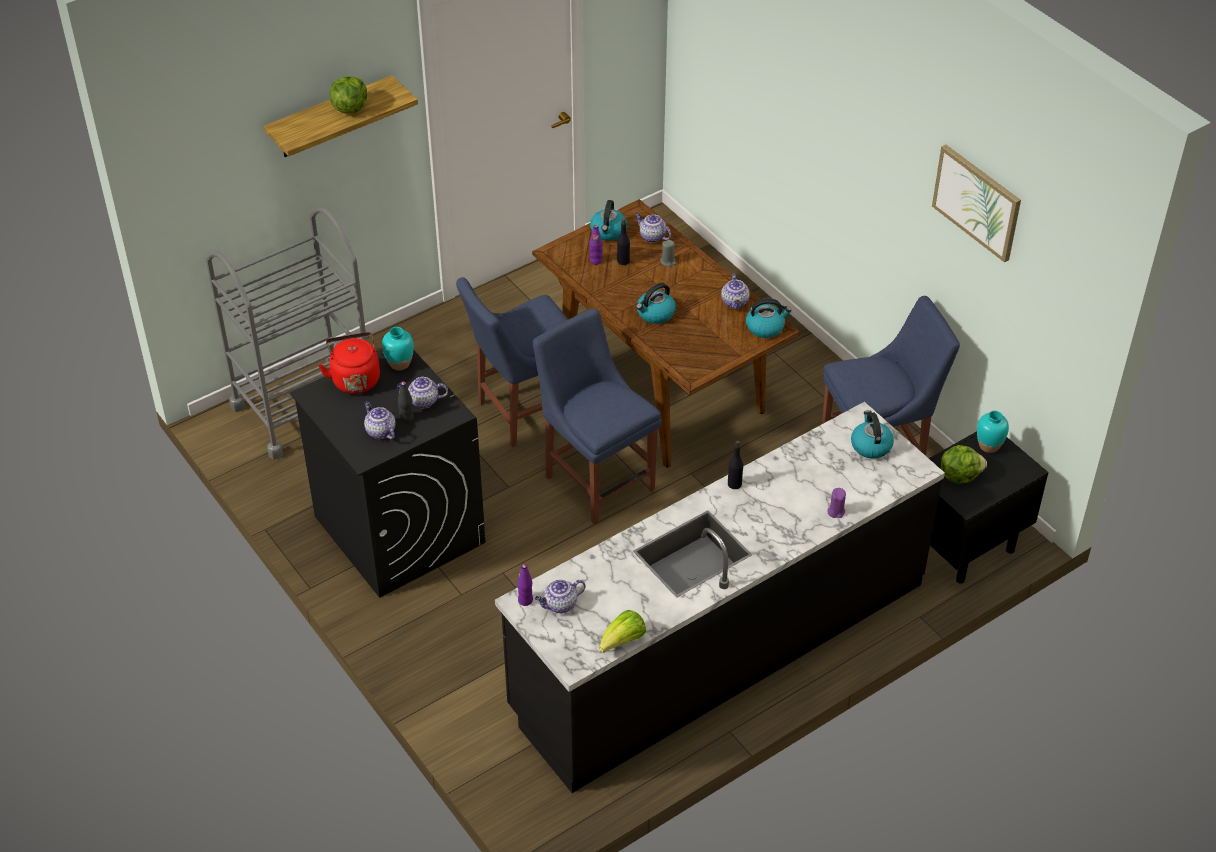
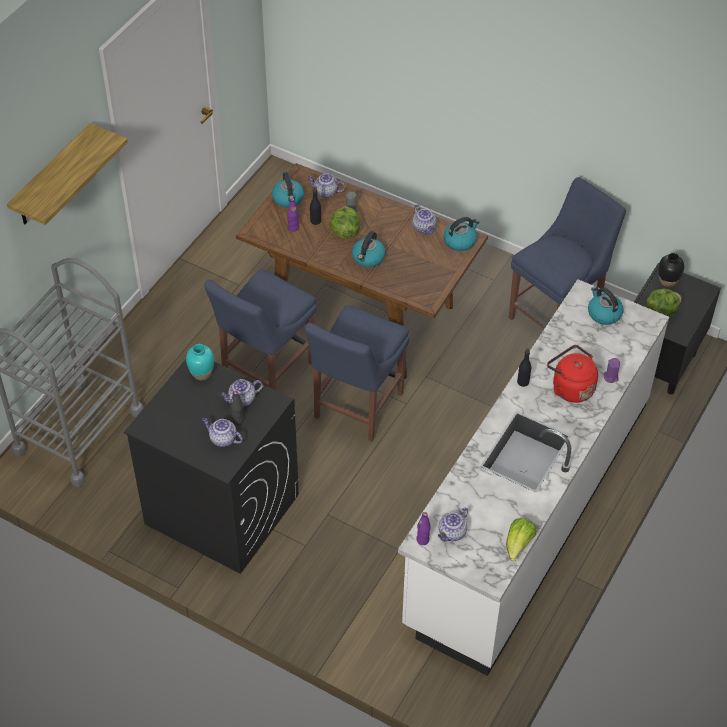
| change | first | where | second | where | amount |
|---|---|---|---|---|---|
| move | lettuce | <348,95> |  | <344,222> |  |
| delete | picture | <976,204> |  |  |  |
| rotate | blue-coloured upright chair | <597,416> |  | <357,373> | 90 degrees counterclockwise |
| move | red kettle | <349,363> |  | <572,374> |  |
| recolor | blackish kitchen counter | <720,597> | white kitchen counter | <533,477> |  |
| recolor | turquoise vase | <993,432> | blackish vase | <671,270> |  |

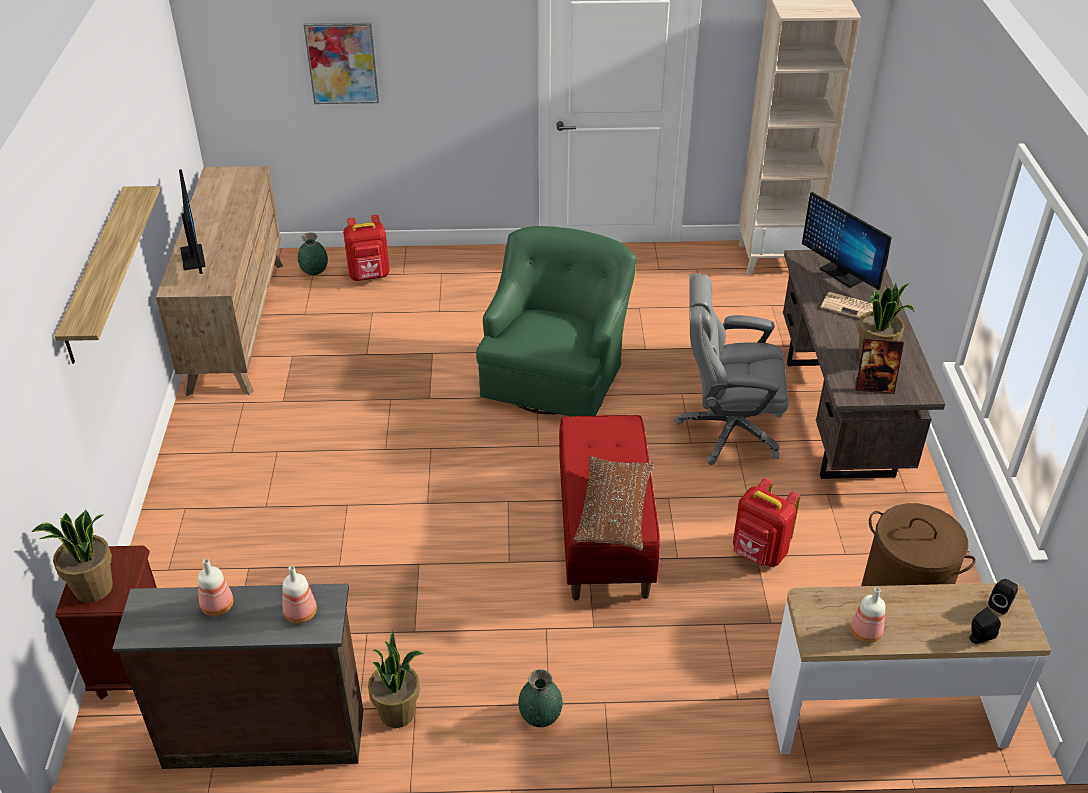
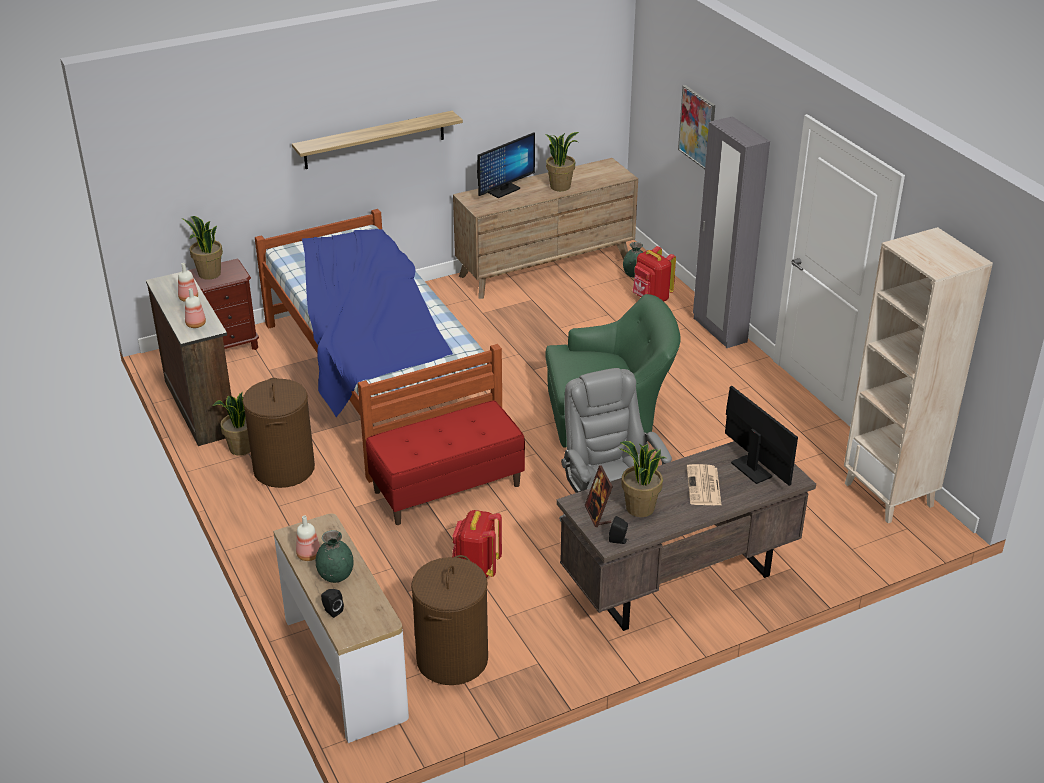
| change | first | where | second | where | amount |
|---|---|---|---|---|---|
| rotate | computer screen | <847,241> |  | <761,436> | 120 degrees clockwise |
| delete | brown-coloured pillow | <614,503> |  |  |  |
| move | blackish audio speaker | <1003,597> |  | <618,530> |  |
| move | greenish vase | <540,698> |  | <335,556> |  |
| insert |  |  | gray clothes cupboard | <731,232> |  |
| insert |  |  | plant in a pot | <562,161> |  |
| insert |  |  | sleeping bed | <378,346> |  |
| insert |  |  | brown-coloured hamper | <278,433> |  |

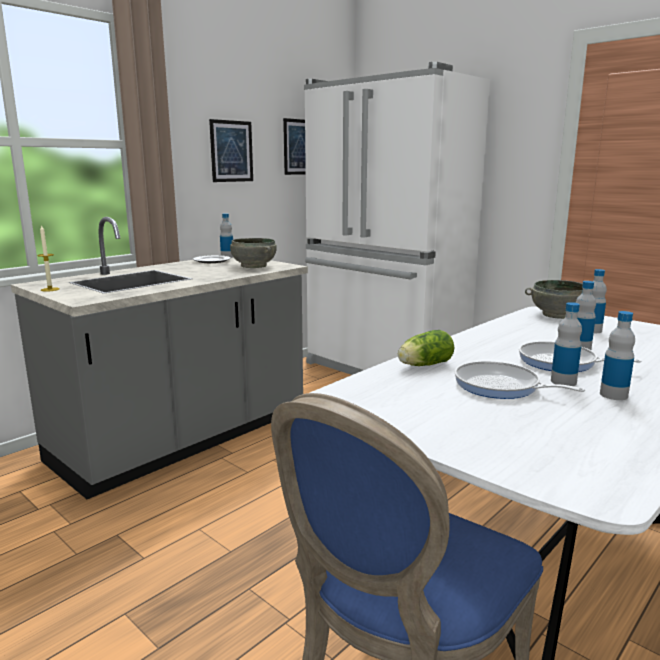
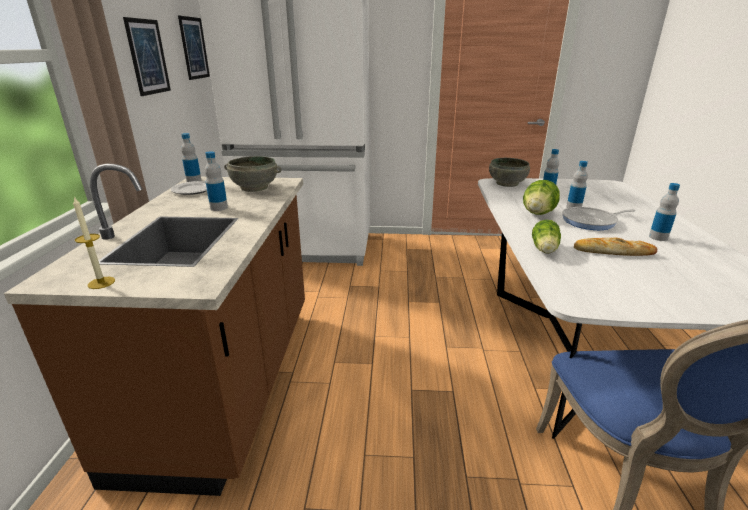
| change | first | where | second | where | amount |
|---|---|---|---|---|---|
| recolor | gray kitchen counter | <159,358> | brown-coloured kitchen counter | <154,330> |  |
| move | beverage bottle | <566,344> |  | <216,181> |  |
| replace | frying pan | <520,380> | bakery bread | <615,247> |  |
| insert |  |  | lettuce | <541,197> |  |

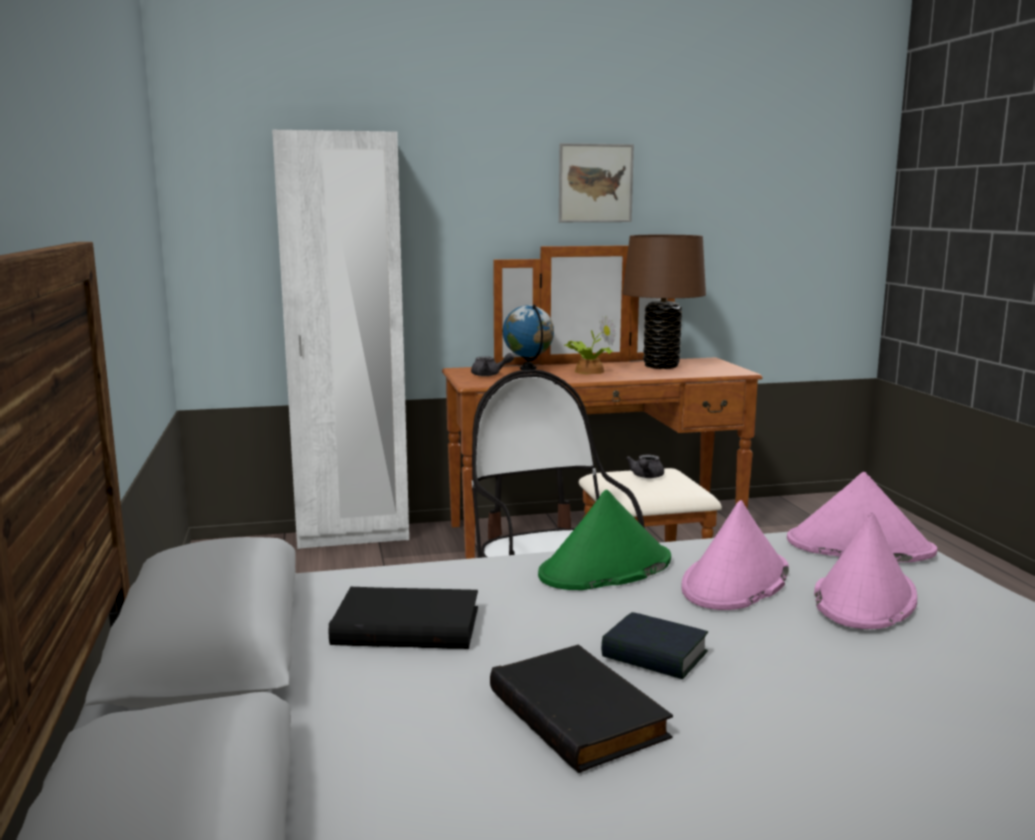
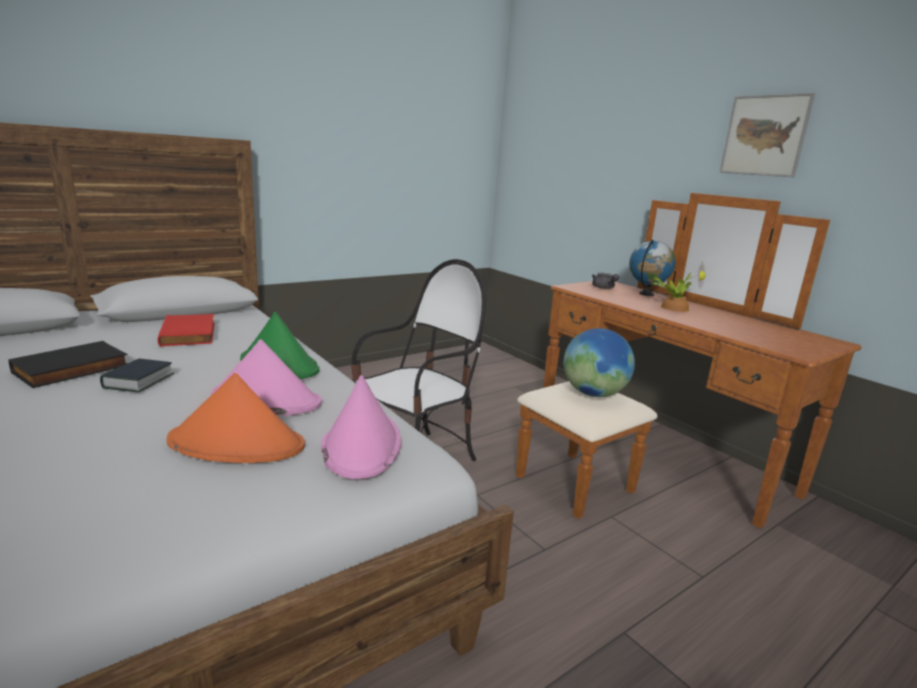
| change | first | where | second | where | amount |
|---|---|---|---|---|---|
| delete | white clothes cupboard | <340,339> |  |  |  |
| delete | brown-coloured lamp for a table | <664,302> |  |  |  |
| replace | gray tea pot | <645,466> | globe | <599,362> |  |
| recolor | pinkish wearable hat | <865,570> | orange-coloured wearable hat | <236,418> |  |
| recolor | blackish book | <403,618> | red book | <186,330> |  |

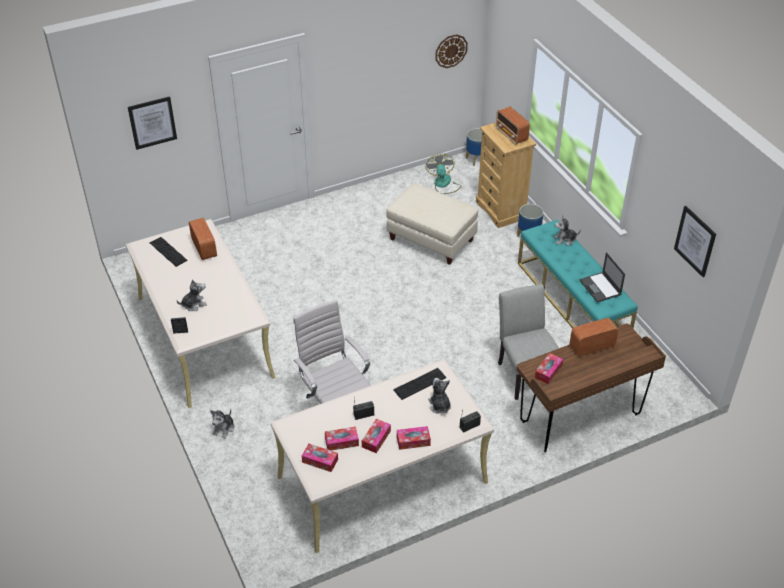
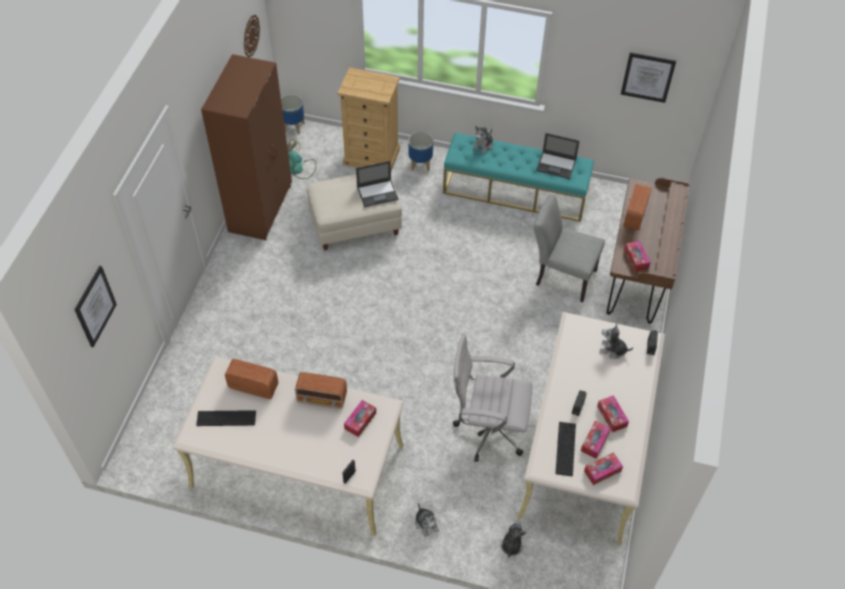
| change | first | where | second | where | amount |
|---|---|---|---|---|---|
| move | radio receiver | <513,125> |  | <321,390> |  |
| move | cuddly toy | <192,295> |  | <513,539> |  |
| move | keyboard | <419,384> |  | <565,449> |  |
| move | tissue box | <414,438> |  | <360,418> |  |
| insert |  |  | brown-coloured clothes cupboard | <246,147> |  |
| insert |  |  | notebook computer | <377,184> |  |

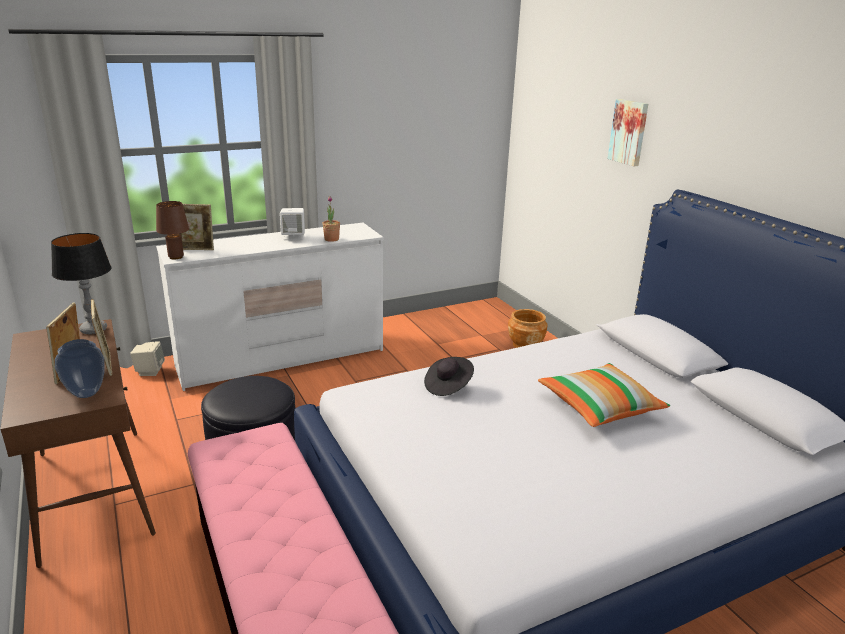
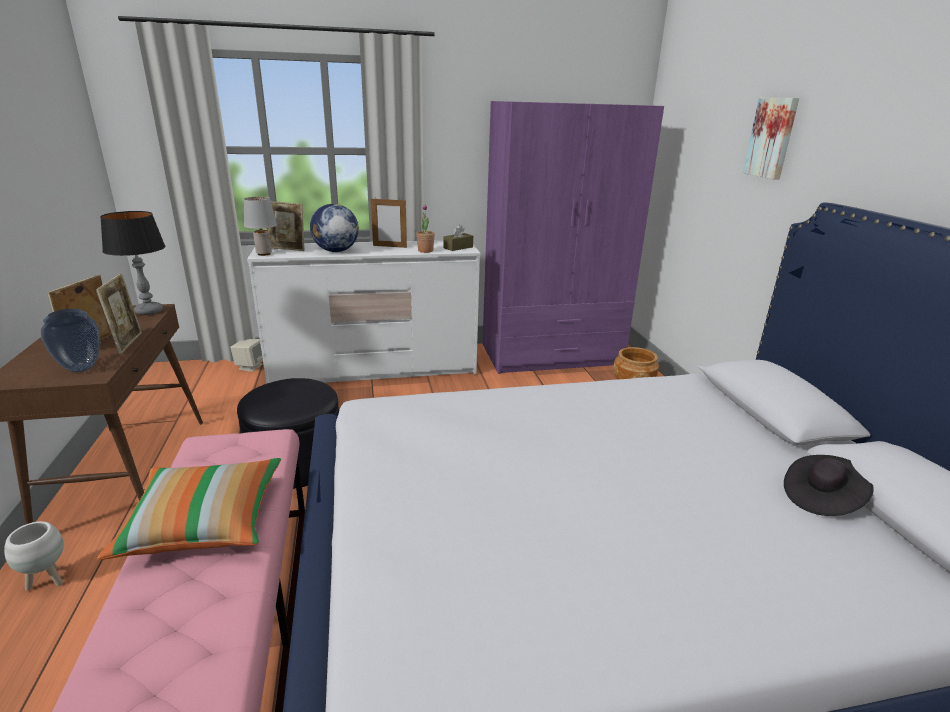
| change | first | where | second | where | amount |
|---|---|---|---|---|---|
| recolor | brown-coloured lamp for a table | <172,230> | gray lamp for a table | <260,226> |  |
| replace | white audio speaker | <292,224> | picture frame | <389,222> |  |
| move | blackish wearable hat | <449,376> |  | <829,485> |  |
| move | pillow | <604,395> |  | <189,509> |  |
| insert |  |  | purplish clothes cupboard | <573,237> |  |
| insert |  |  | globe | <334,228> |  |
| insert |  |  | brown-coloured tissue box | <458,237> |  |
| insert |  |  | white planter | <34,556> |  |

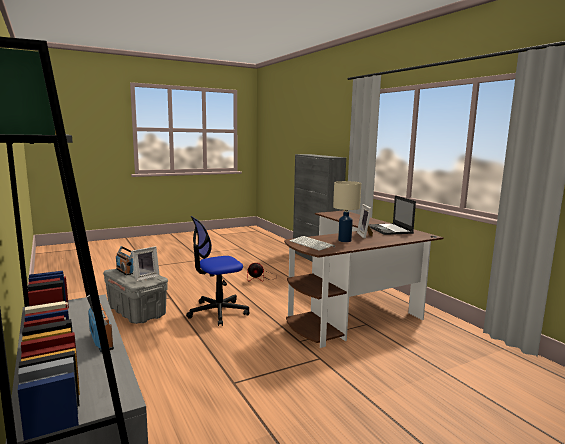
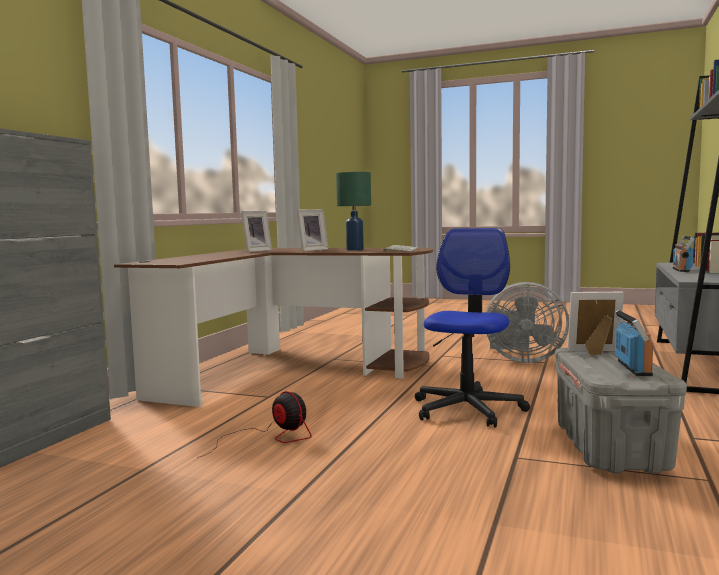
| change | first | where | second | where | amount |
|---|---|---|---|---|---|
| recolor | sand-coloured lamp for a table | <347,211> | greenish lamp for a table | <353,211> |  |
| replace | notebook computer | <392,215> | picture frame | <256,231> |  |
| rotate | desk chair | <217,271> |  | <472,327> | 90 degrees counterclockwise |
| insert |  |  | gray fan | <527,322> |  |

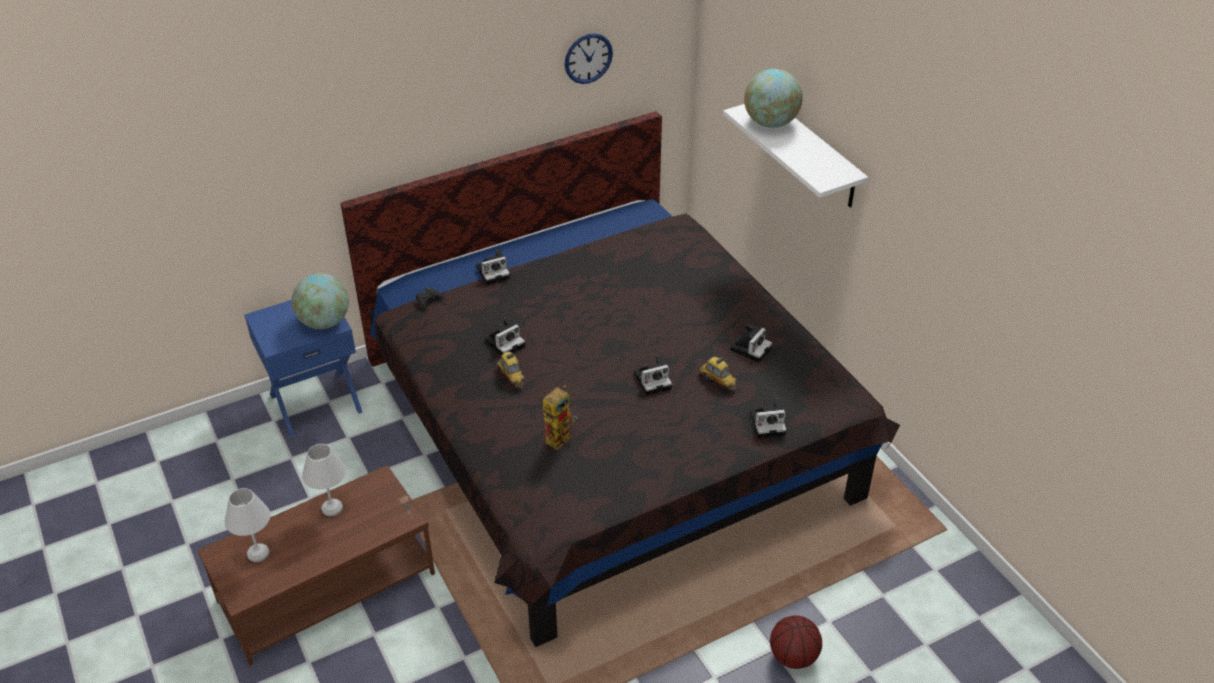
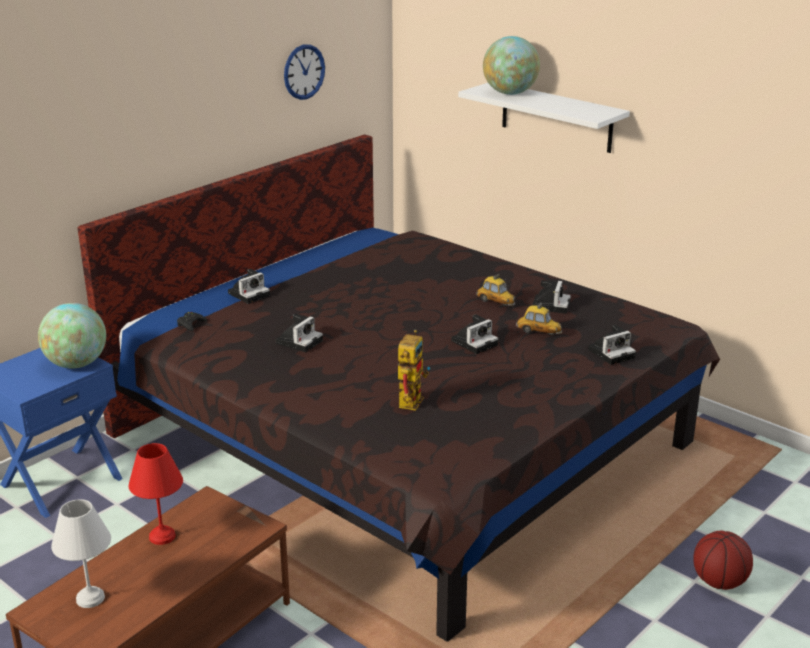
| change | first | where | second | where | amount |
|---|---|---|---|---|---|
| move | model car | <511,370> |  | <495,290> |  |
| recolor | white lamp for a table | <324,480> | red lamp for a table | <156,494> |  |

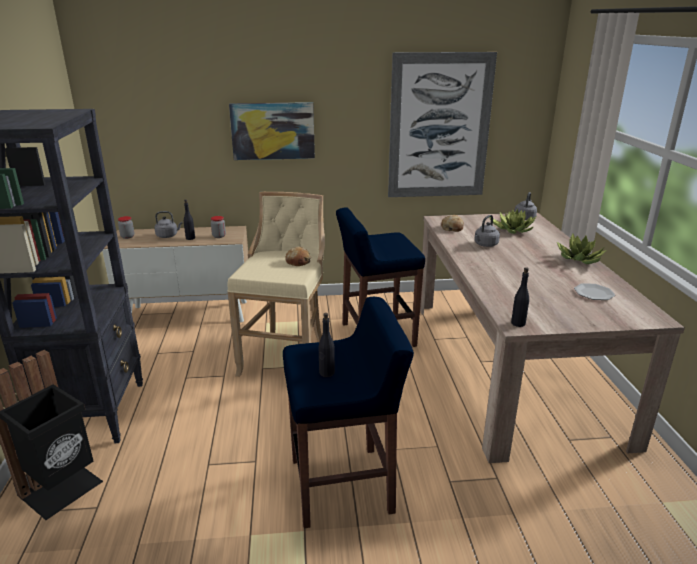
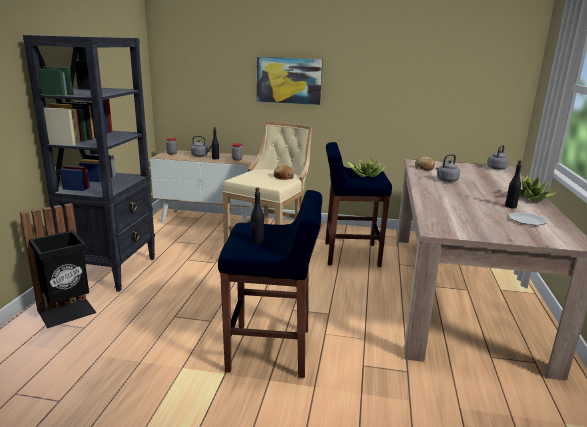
| change | first | where | second | where | amount |
|---|---|---|---|---|---|
| delete | picture | <442,124> |  |  |  |
| move | plant in a pot | <512,221> |  | <366,167> |  |
| move | blackish beverage bottle | <520,297> |  | <513,184> |  |

